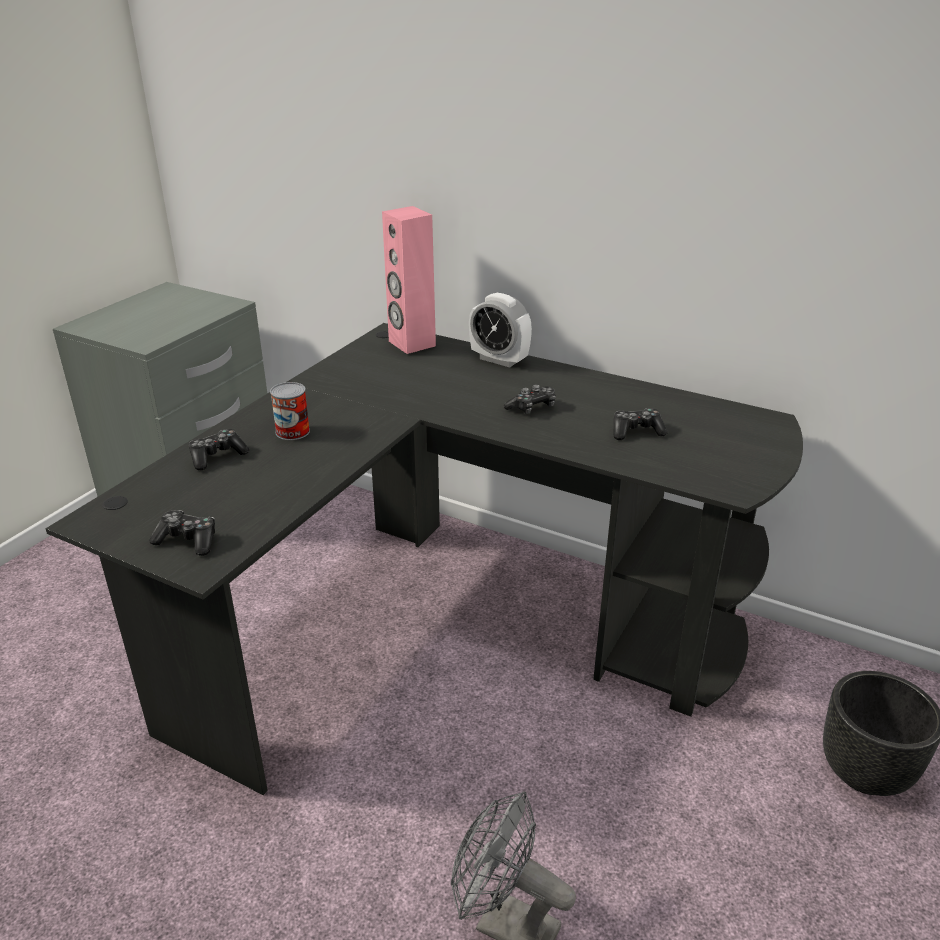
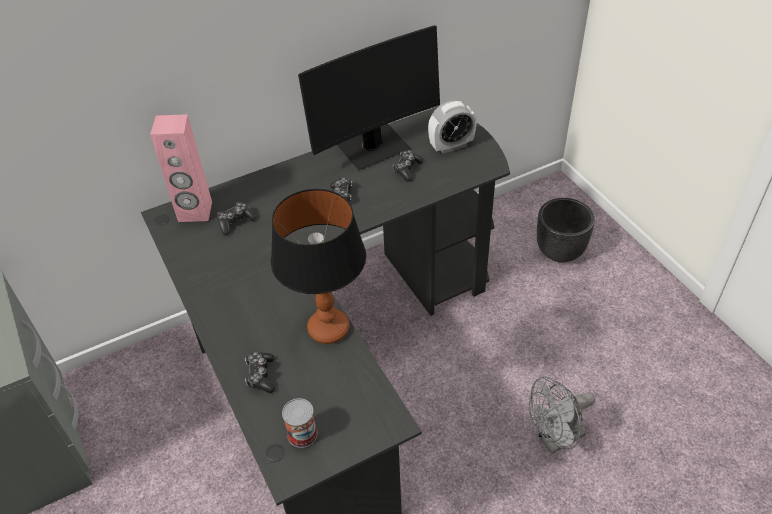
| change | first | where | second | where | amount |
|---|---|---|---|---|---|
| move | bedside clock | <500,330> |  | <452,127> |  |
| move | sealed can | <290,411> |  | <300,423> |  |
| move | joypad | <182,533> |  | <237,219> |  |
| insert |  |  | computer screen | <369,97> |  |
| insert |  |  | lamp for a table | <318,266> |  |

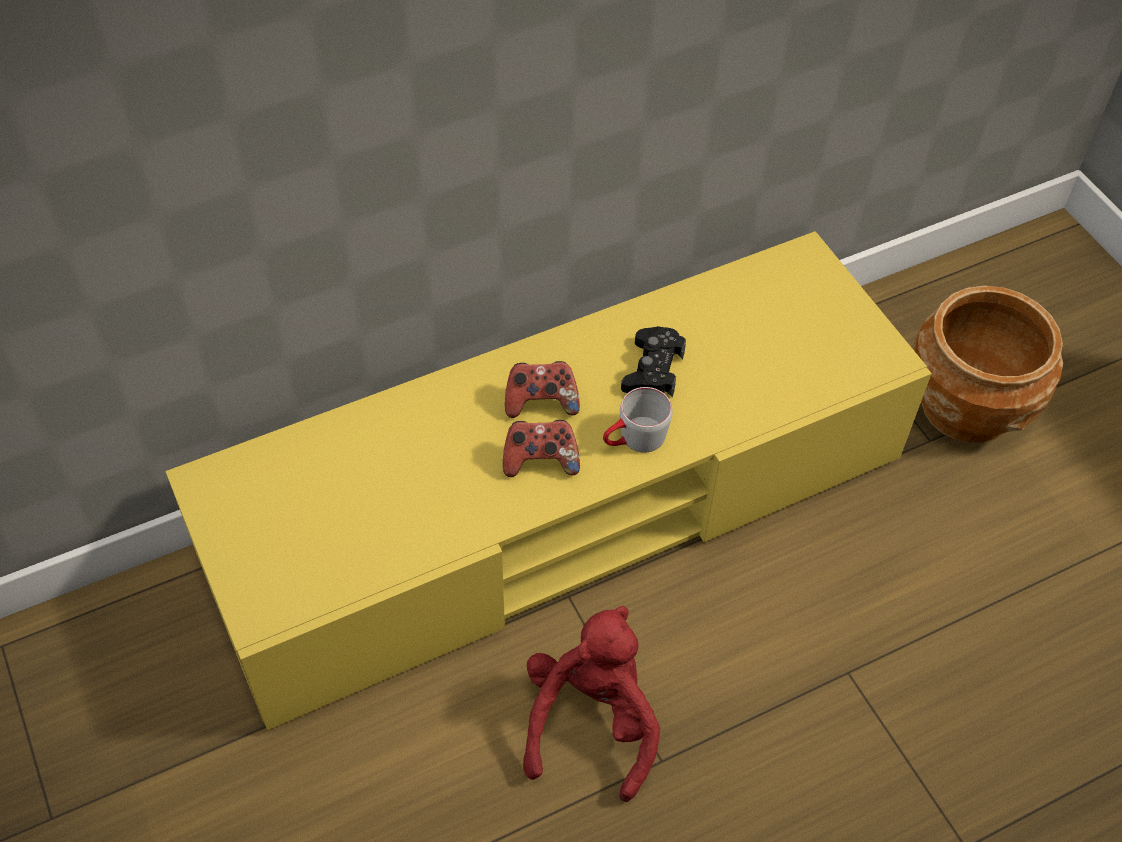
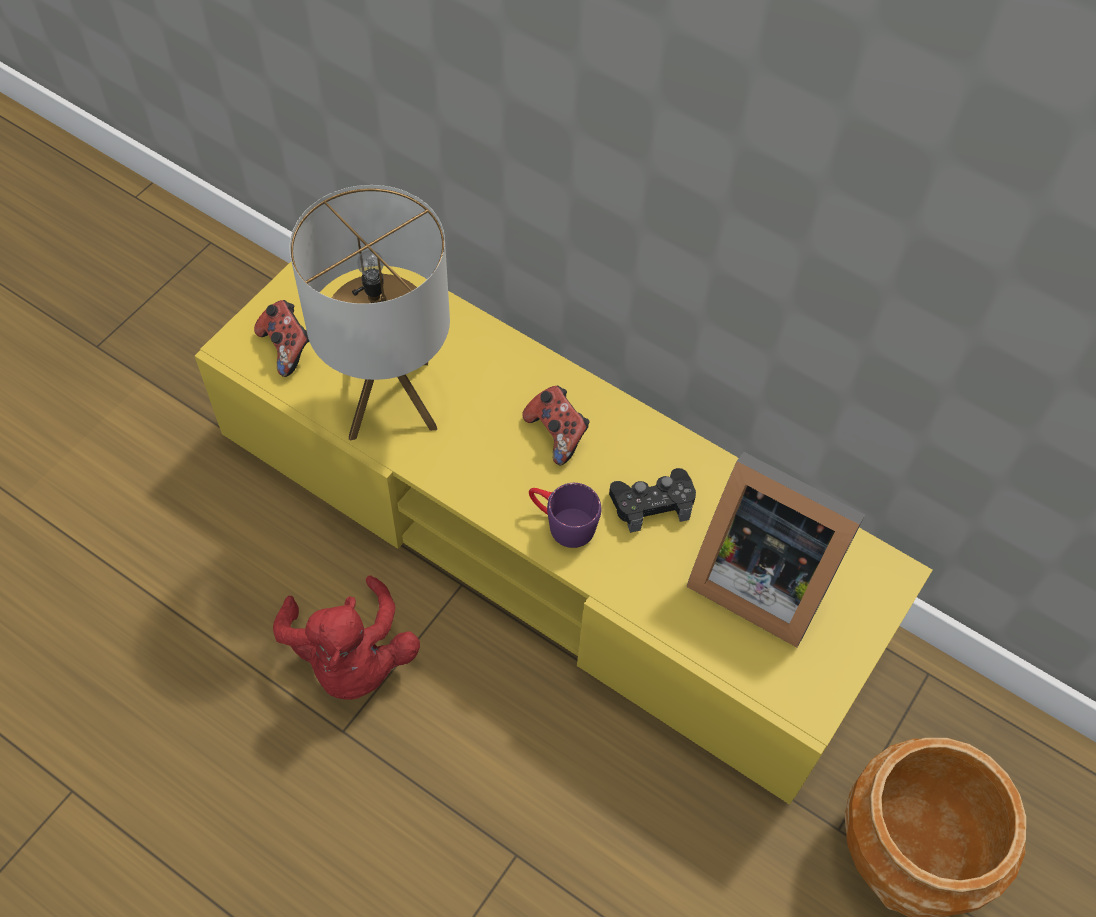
| change | first | where | second | where | amount |
|---|---|---|---|---|---|
| recolor | gray coffee mug | <638,420> | purplish coffee mug | <565,515> |  |
| move | joypad | <541,448> |  | <281,338> |  |
| rotate | red cuddly toy | <591,703> |  | <346,637> | 90 degrees clockwise |
| insert |  |  | lamp for a table | <369,313> |  |
| insert |  |  | picture frame | <775,549> |  |

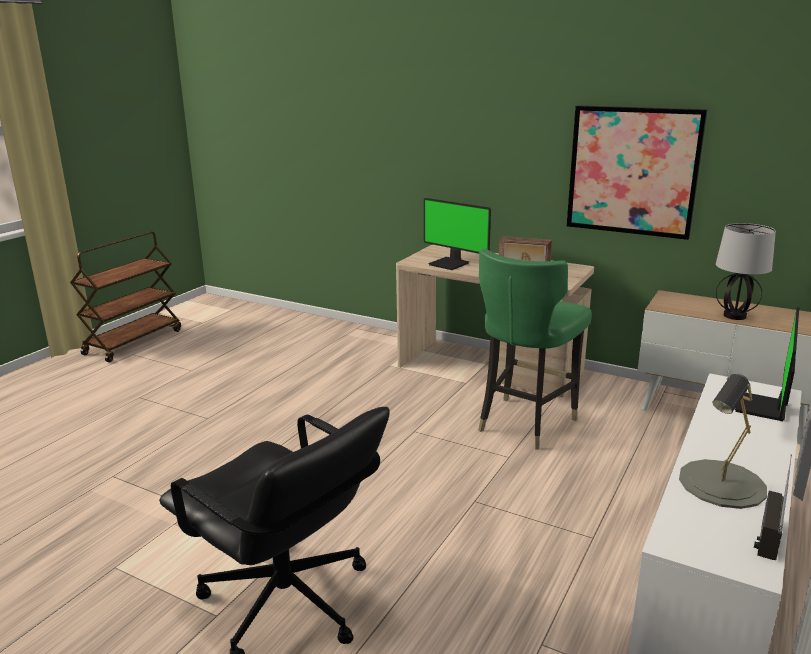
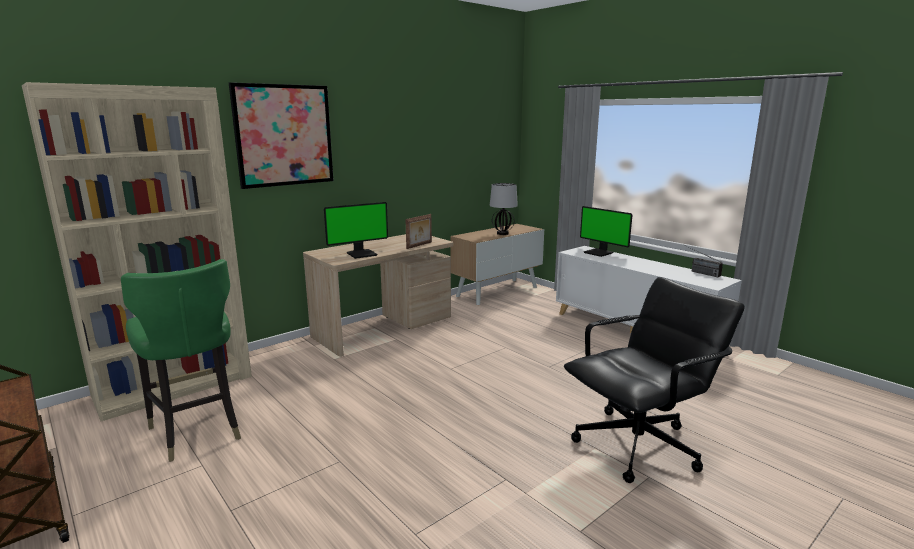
| change | first | where | second | where | amount |
|---|---|---|---|---|---|
| move | picture | <637,172> |  | <281,135> |  |
| move | greenish upright chair | <535,349> |  | <181,360> |  |
| delete | gray lamp for a table | <723,441> |  |  |  |
| insert |  |  | sand-coloured shelving unit | <137,251> |  |

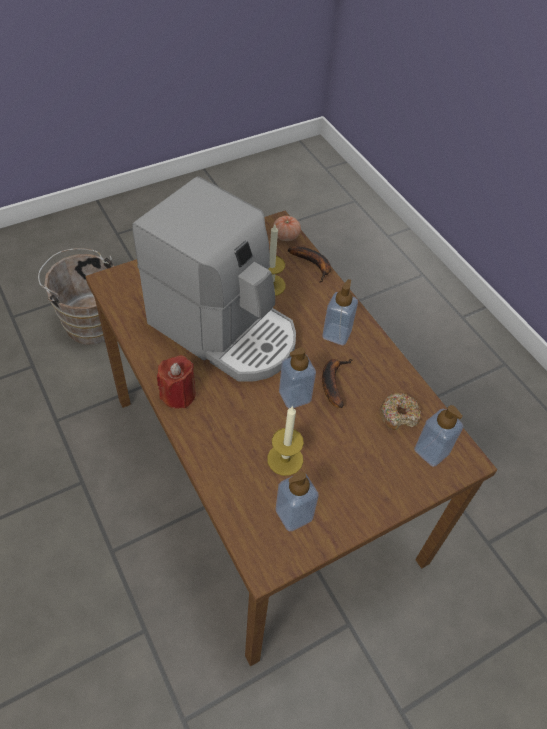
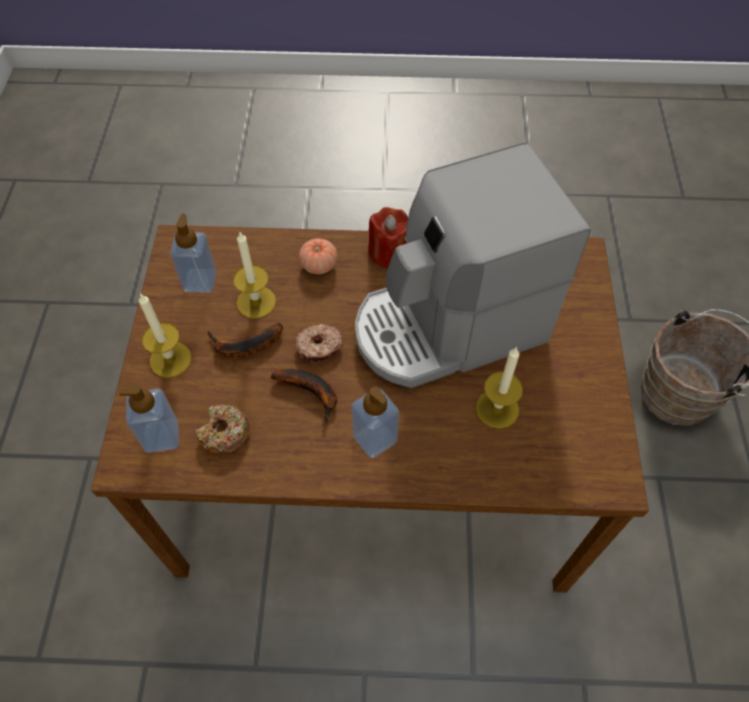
| change | first | where | second | where | amount |
|---|---|---|---|---|---|
| move | whole tomato | <287,228> |  | <318,256> |  |
| move | whole banana | <309,264> |  | <245,340> |  |
| replace | soap dispenser | <297,377> | donut | <319,343> |  |
| insert |  |  | candle | <165,335> |  |

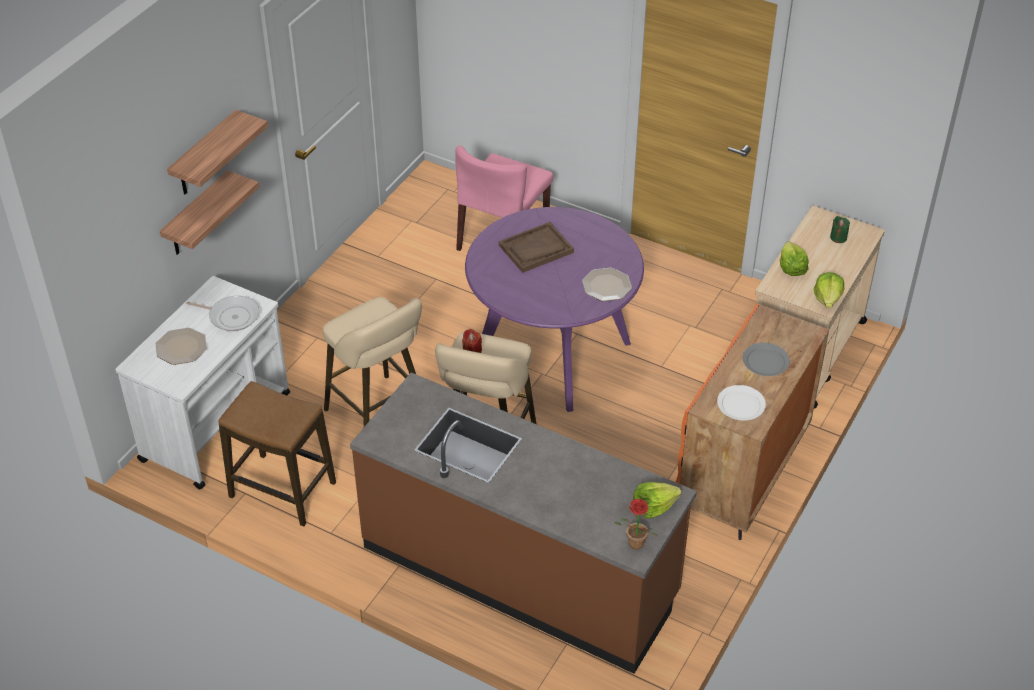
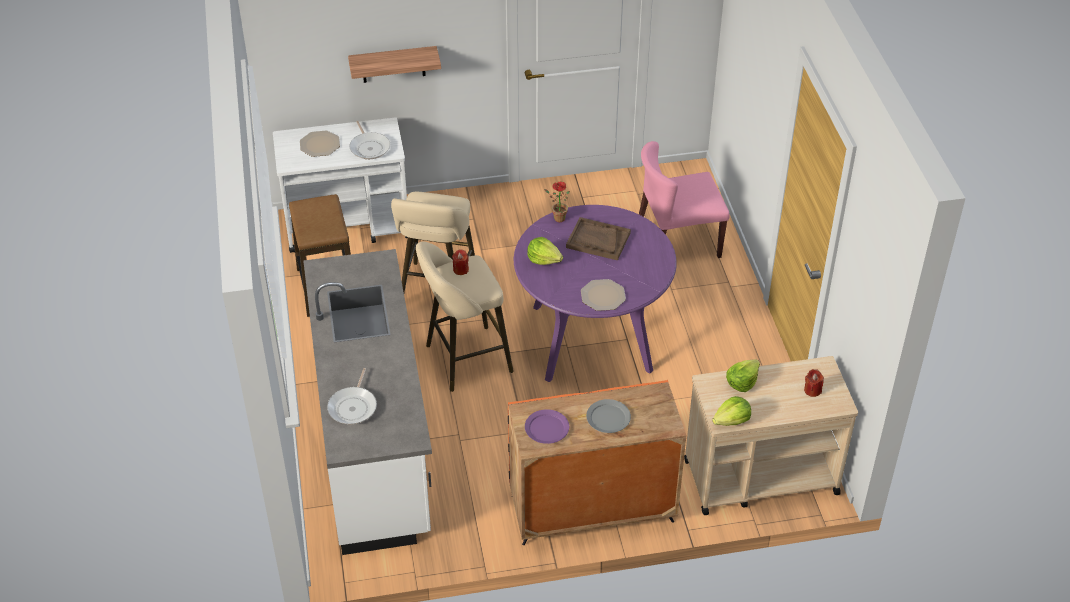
| change | first | where | second | where | amount |
|---|---|---|---|---|---|
| delete | wall shelf | <217,152> |  |  |  |
| recolor | greenish candle | <840,229> | red candle | <814,383> |  |
| recolor | brown-coloured kitchen counter | <523,523> | white kitchen counter | <367,402> |  |
| recolor | white dinner plate | <741,402> | purplish dinner plate | <547,426> |  |
| move | lettuce | <657,500> |  | <545,251> |  |
| move | plant in a pot | <636,524> |  | <557,202> |  |
| insert |  |  | frying pan | <352,396> |  |

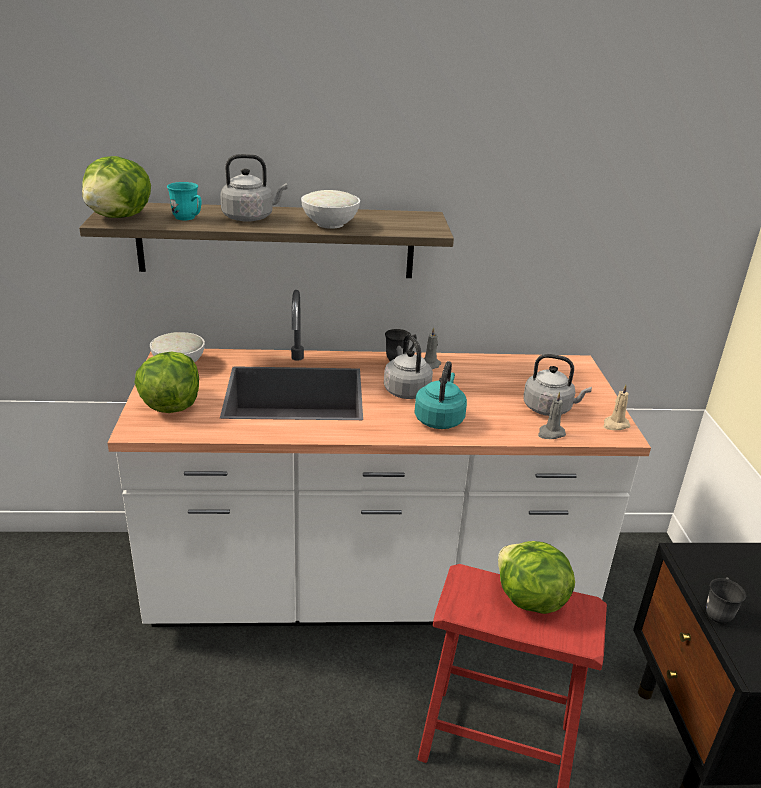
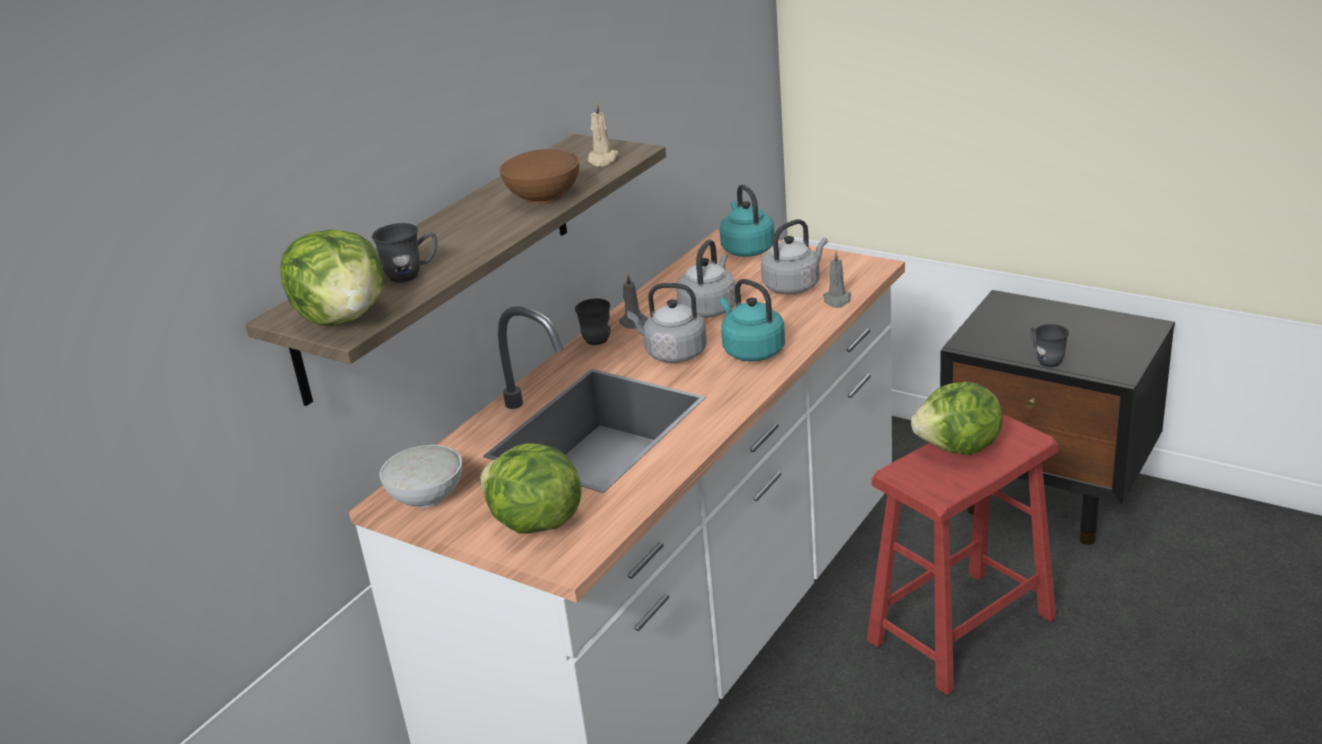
| change | first | where | second | where | amount |
|---|---|---|---|---|---|
| move | gray kettle | <254,188> |  | <706,279> |  |
| recolor | turquoise coffee mug | <184,201> | gray coffee mug | <404,253> |  |
| recolor | white deep dish | <330,209> | brown-coloured deep dish | <539,176> |  |
| move | sand-coloured candle | <616,407> |  | <603,134> |  |
| insert |  |  | turquoise kettle | <747,220> |  |

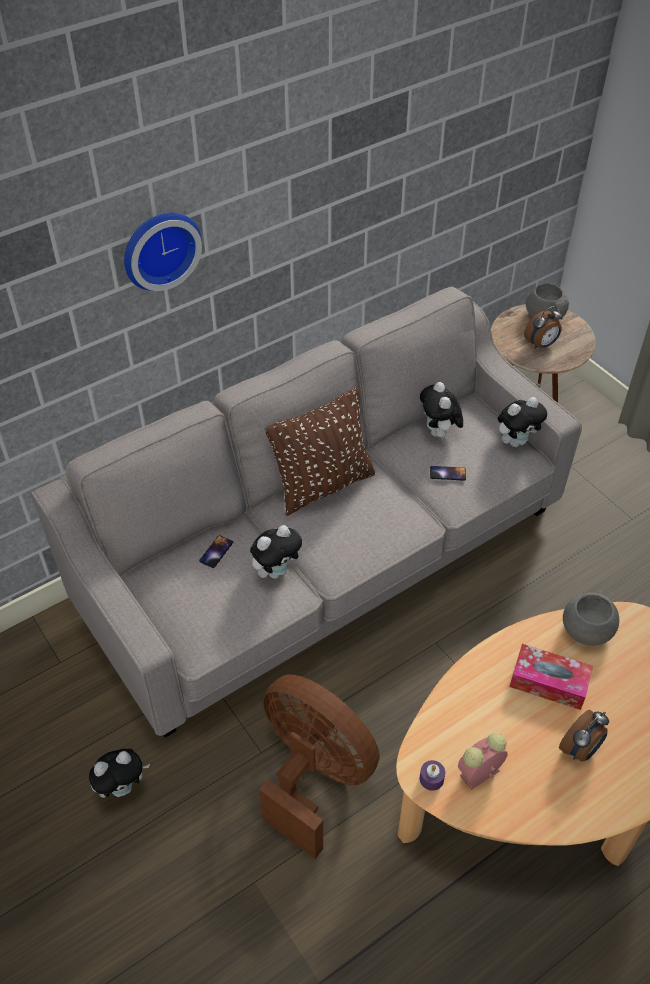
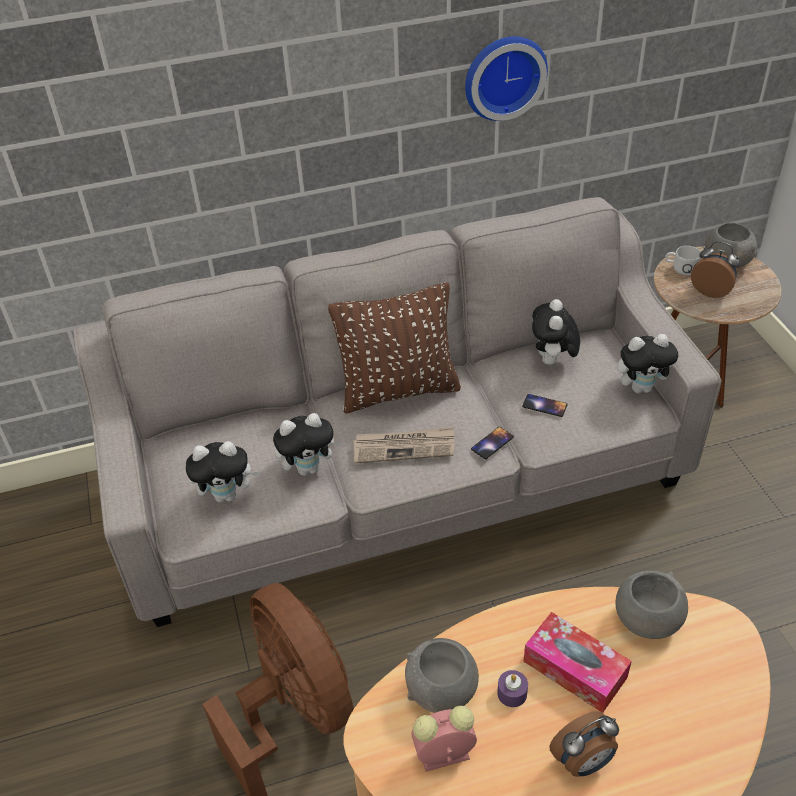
| change | first | where | second | where | amount |
|---|---|---|---|---|---|
| move | clock on the wall | <163,252> |  | <506,78> |  |
| rotate | bedside clock | <543,327> |  | <715,269> | 135 degrees counterclockwise |
| move | telephone | <216,551> |  | <492,443> |  |
| move | cuddly toy | <119,773> |  | <223,472> |  |
| move | purplish candle | <432,775> |  | <512,688> |  |
| insert |  |  | white coffee mug | <683,260> |  |
| insert |  |  | printed paper | <404,445> |  |
| insert |  |  | gray deep dish | <442,675> |  |

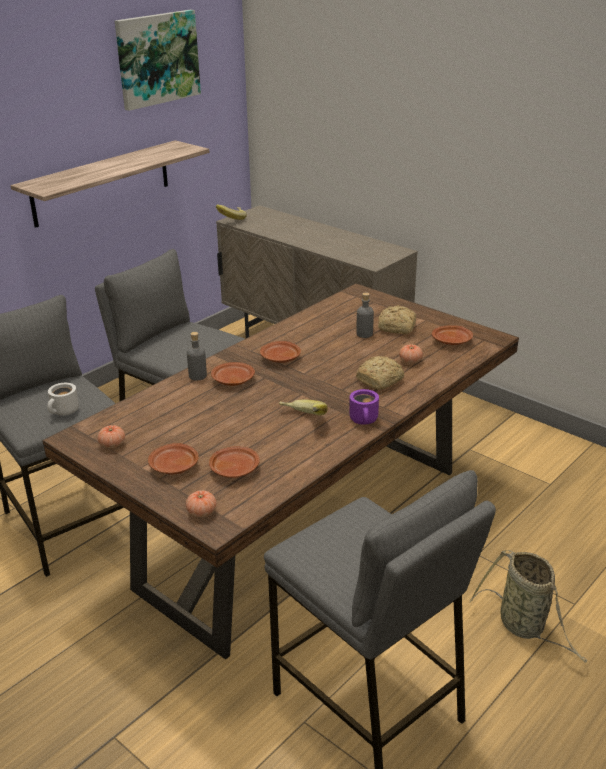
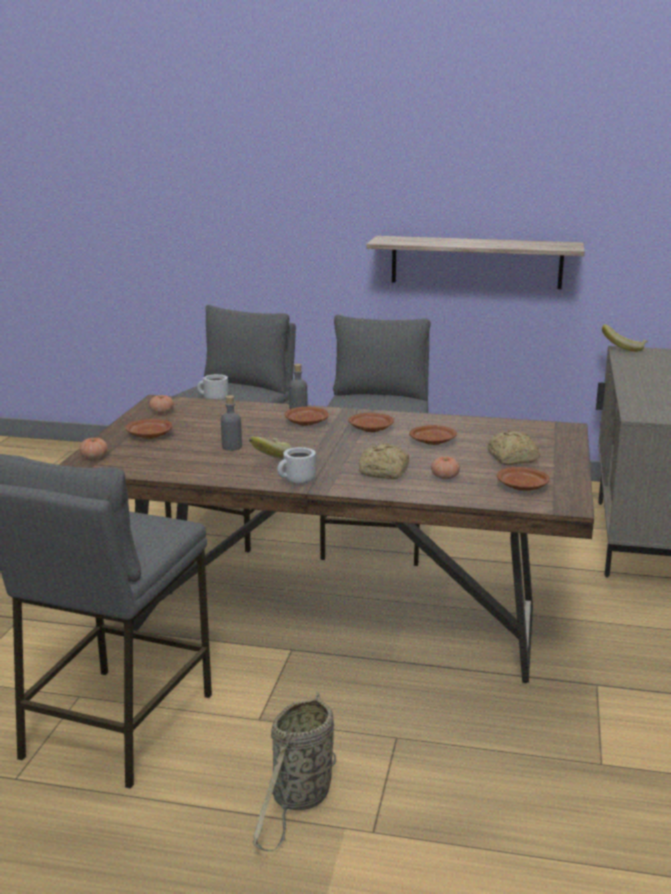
| change | first | where | second | where | amount |
|---|---|---|---|---|---|
| delete | picture | <158,60> |  |  |  |
| move | gray beverage bottle | <365,315> |  | <231,423> |  |
| recolor | purplish coffee mug | <364,406> | white coffee mug | <296,465> |  |
| move | brown-coloured dinner plate | <234,462> |  | <433,435> |  |

